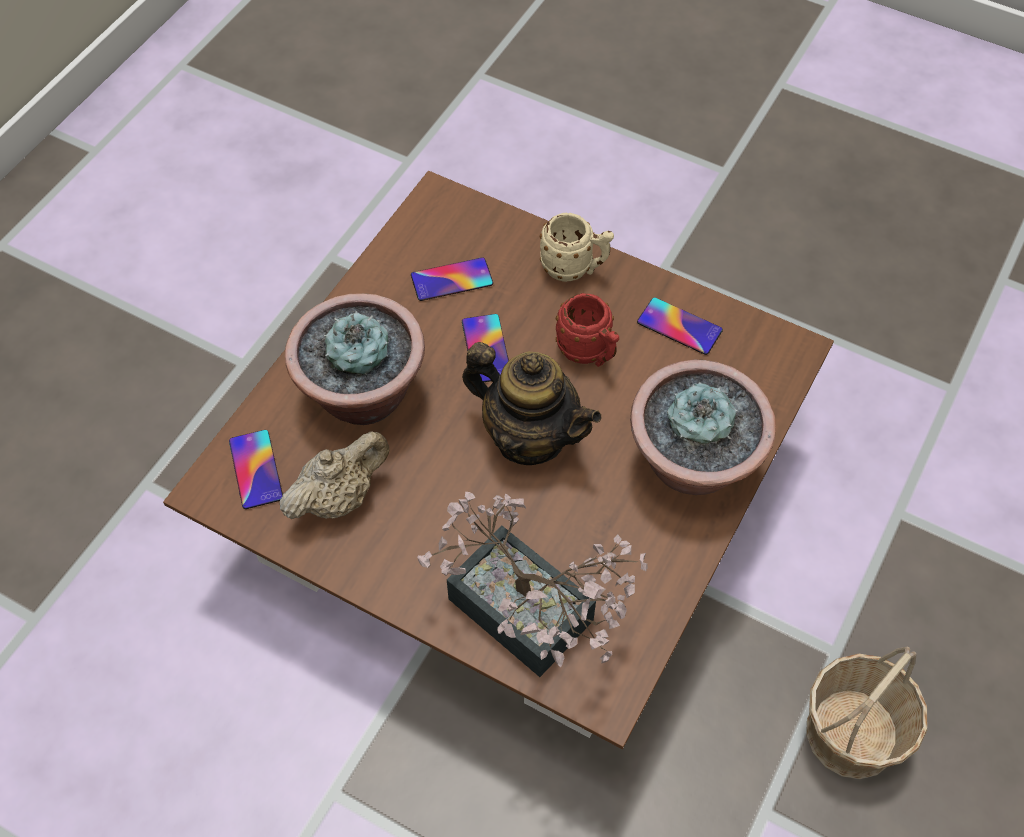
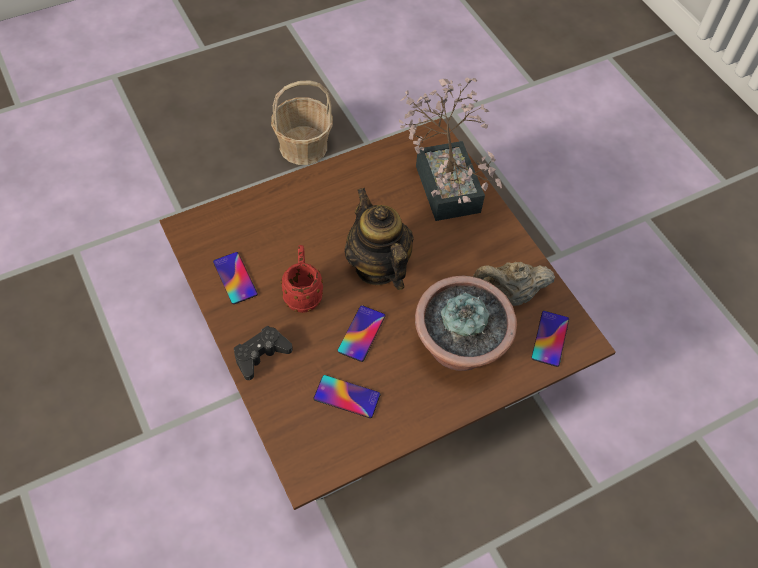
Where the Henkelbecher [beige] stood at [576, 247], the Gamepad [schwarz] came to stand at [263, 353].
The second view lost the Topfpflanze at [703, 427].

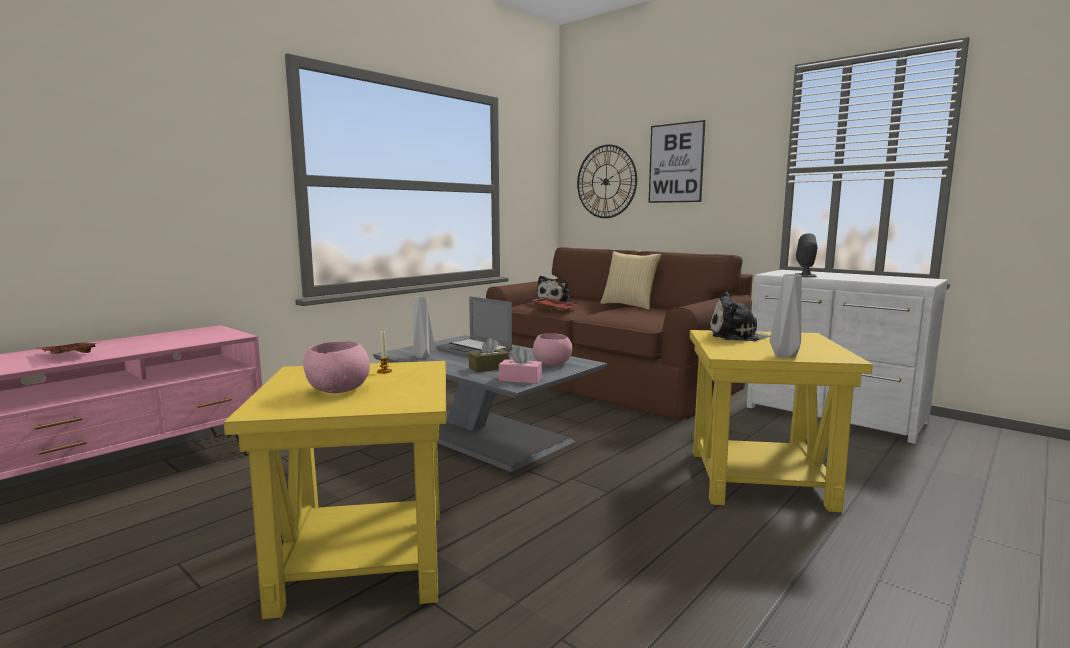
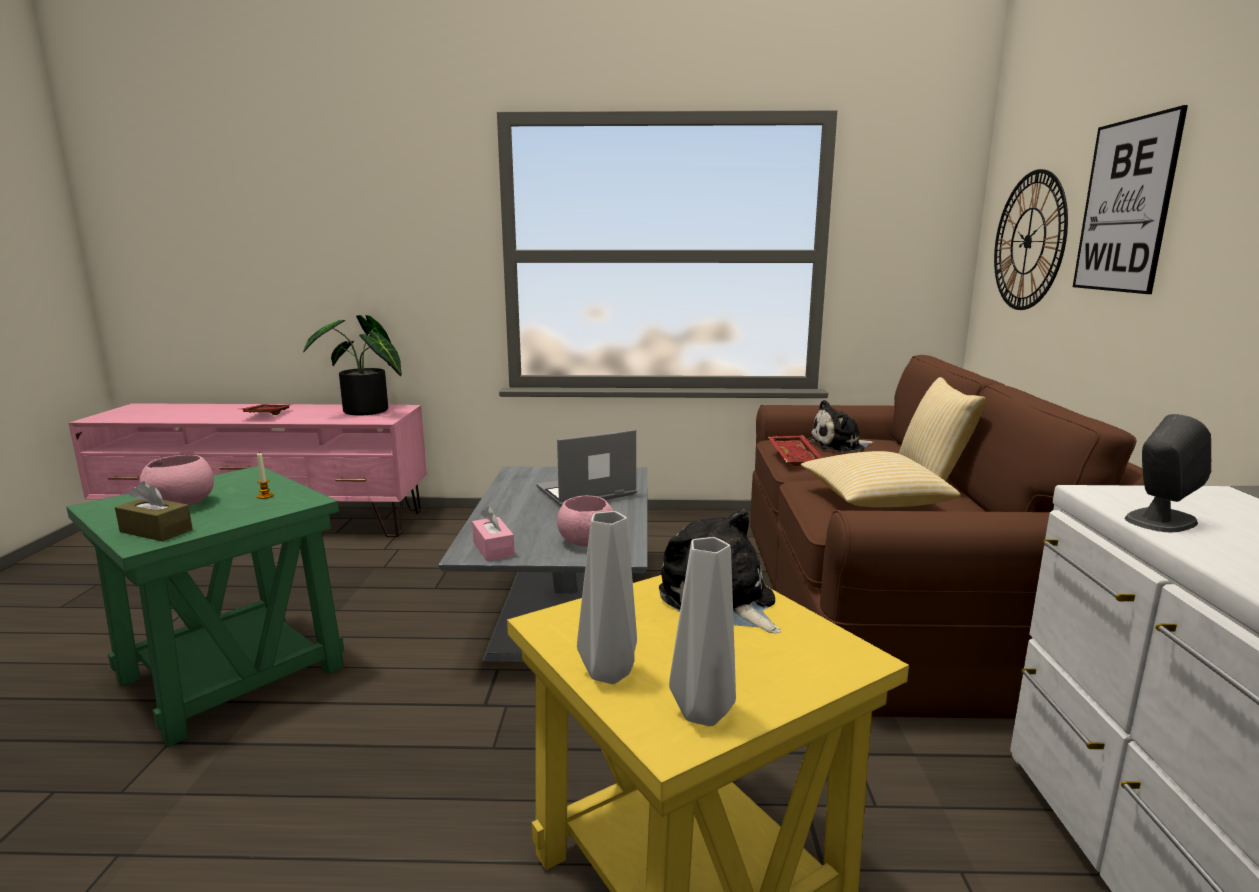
What was the Beistelltisch [gelb] at [335, 490] turned into the Beistelltisch [grün] at [205, 606].
The Vase [grau] ended up elsewhere, having gone from [424, 327] to [702, 631].
The Laptop at [474, 326] ended up facing another way, 60 degrees clockwise from before.
The Taschentuchbox [braun] ended up elsewhere, having gone from [489, 355] to [154, 511].
The second view gained the Topfpflanze at [353, 365].
The second view gained the Kissen at [881, 479].

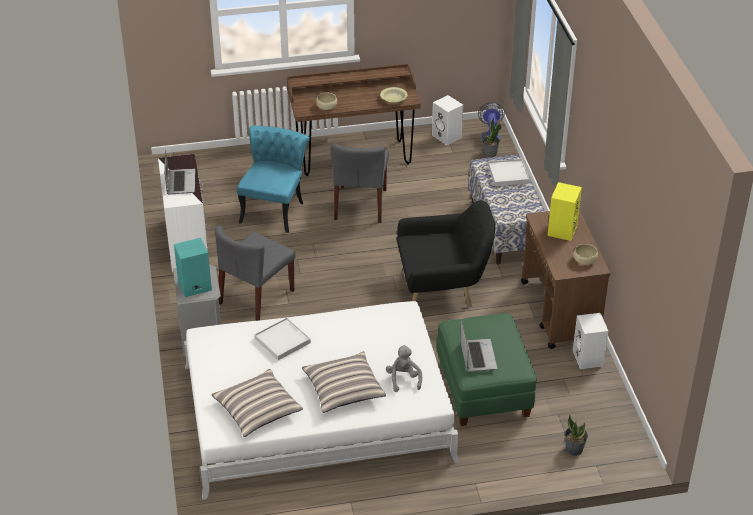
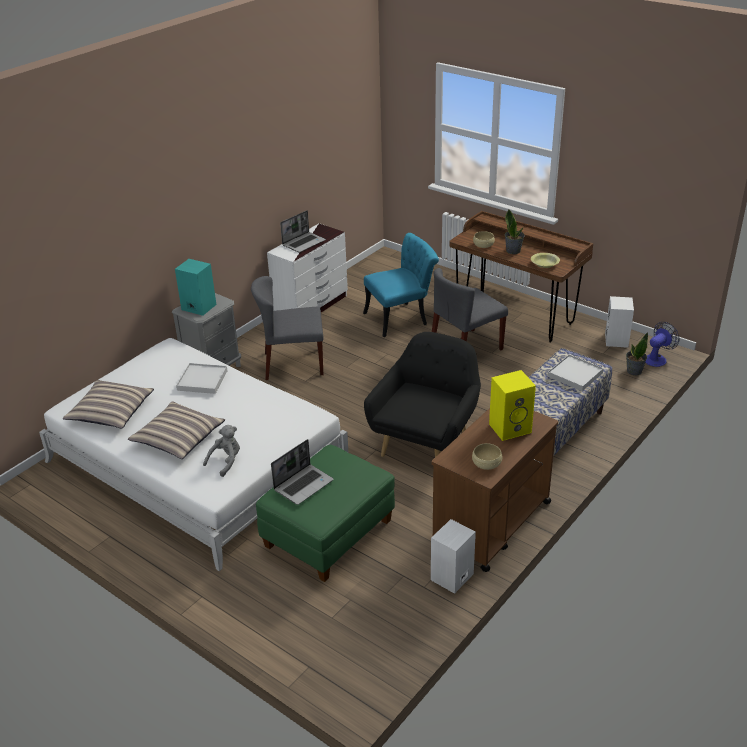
The Sessel [schwarz] at [445, 254] ended up facing another way, 105 degrees counterclockwise from before.
The Topfpflanze ended up elsewhere, having gone from [576, 435] to [515, 232].

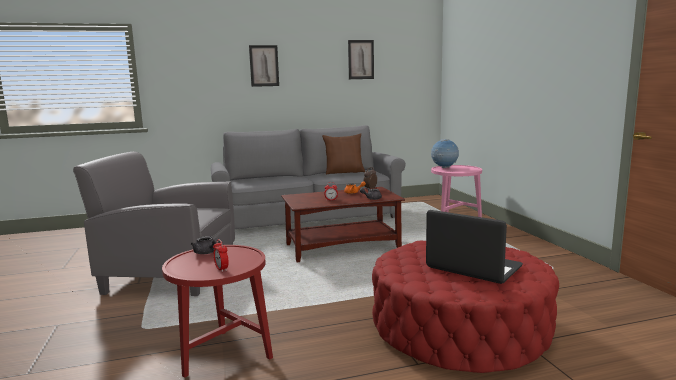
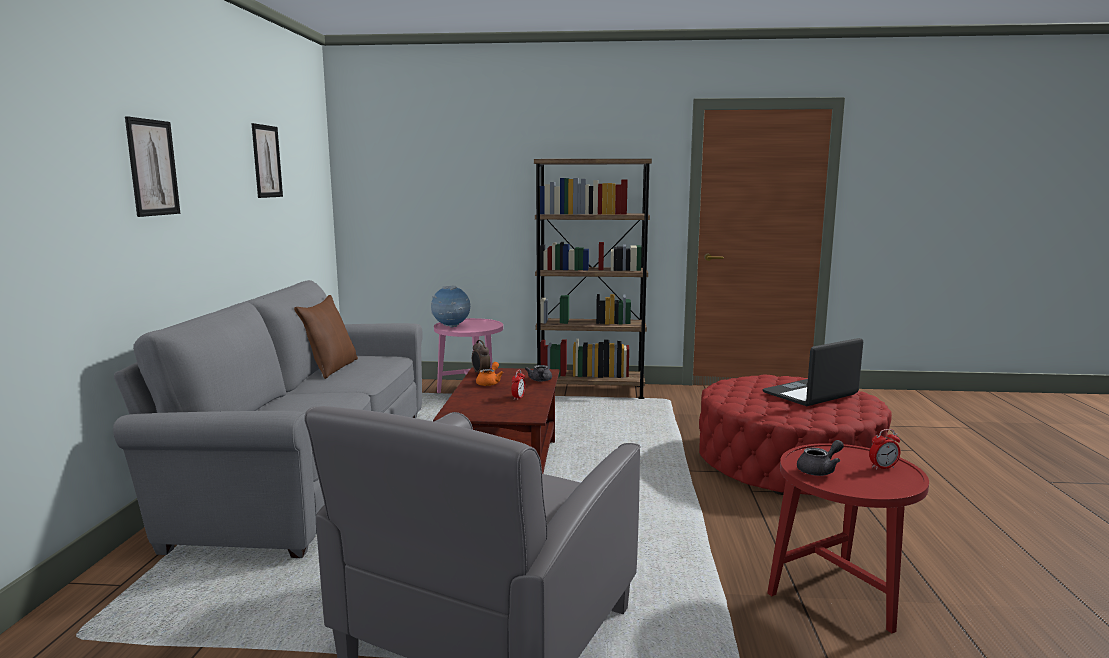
The second view gained the Bücherregal [braun] at [593, 279].

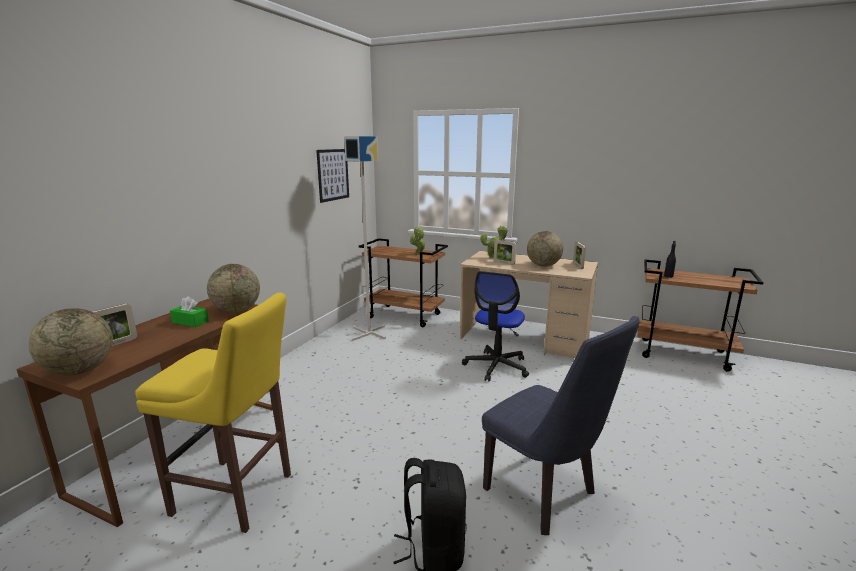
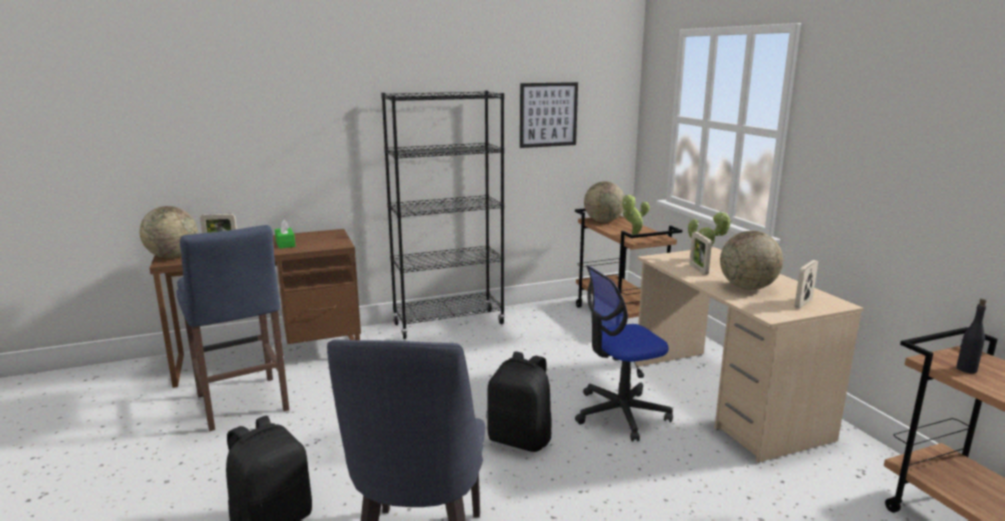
What was the Hocker [gelb] at [213, 413] turned into the Hocker [blau] at [233, 328].
The Globus ended up elsewhere, having gone from [233, 288] to [604, 201].
The second view lost the Stehlampe [grau] at [365, 238].
The second view gained the Bücherregal [schwarz] at [443, 215].
The second view gained the Rucksack [schwarz] at [519, 402].

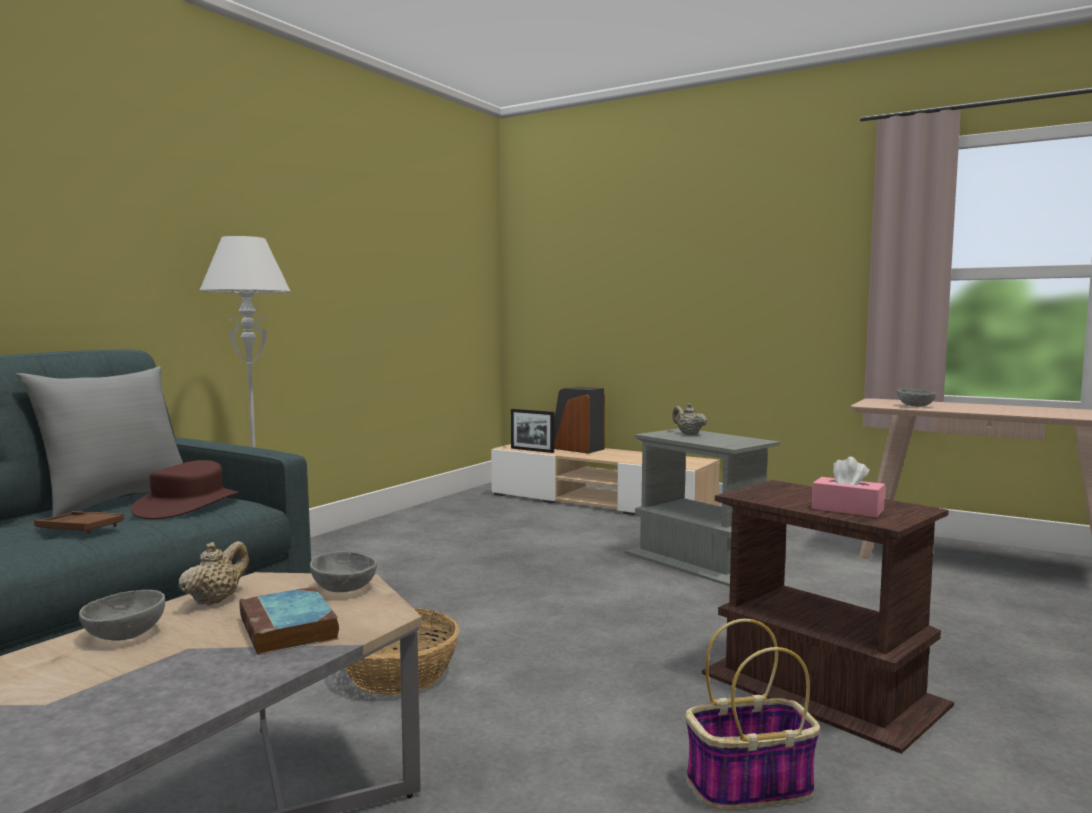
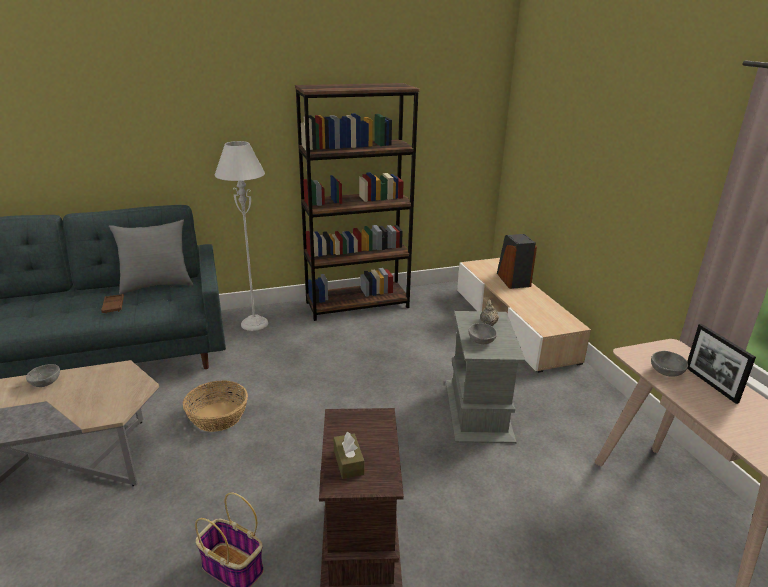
The second view lost the Hut [braun] at [185, 489].
The second view lost the Teekanne [beige] at [213, 573].
The second view lost the Buch at [289, 621].
The Schüssel [grau] ended up elsewhere, having gone from [343, 572] to [483, 333].
The Bilderrahmen ended up elsewhere, having gone from [532, 431] to [721, 364].
What was the Taschentuchbox [rosa] at [848, 486] turned into the Taschentuchbox [braun] at [348, 455].
The second view gained the Bücherregal [braun] at [357, 202].

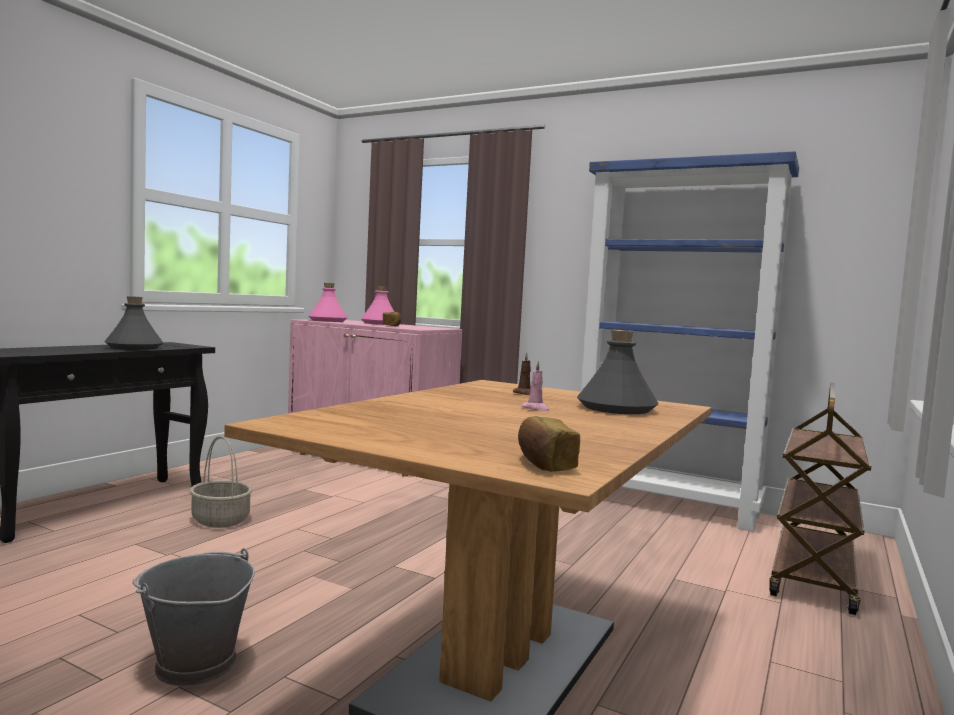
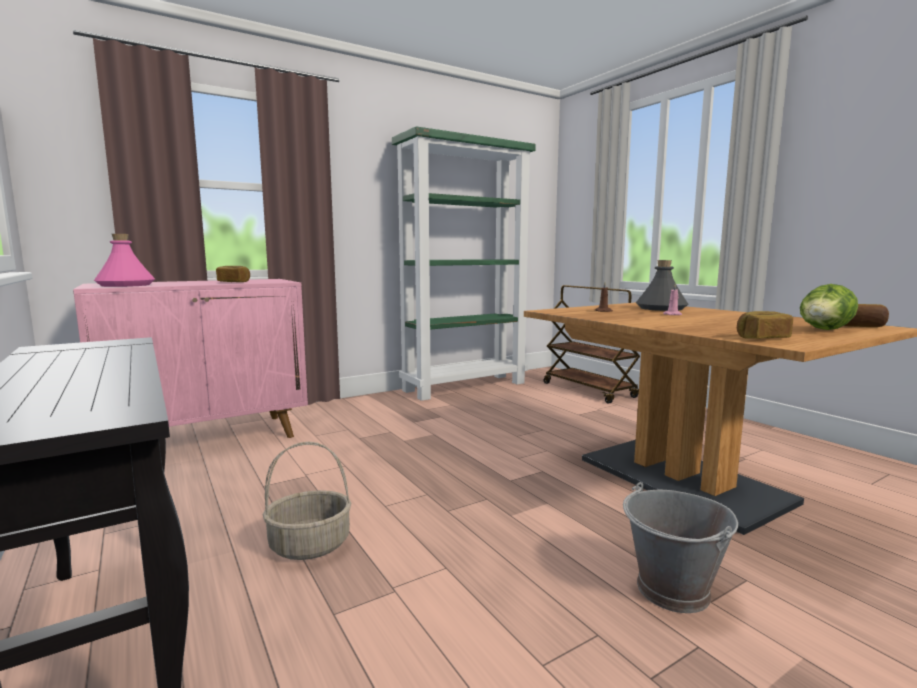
The second view lost the Flasche [grau] at [133, 323].
The second view lost the Flasche [rosa] at [377, 305].
What was the Bücherregal [blau] at [690, 341] turned into the Bücherregal [grün] at [464, 263].
The second view gained the Brot at [765, 325].
The second view gained the Salatkopf at [829, 307].

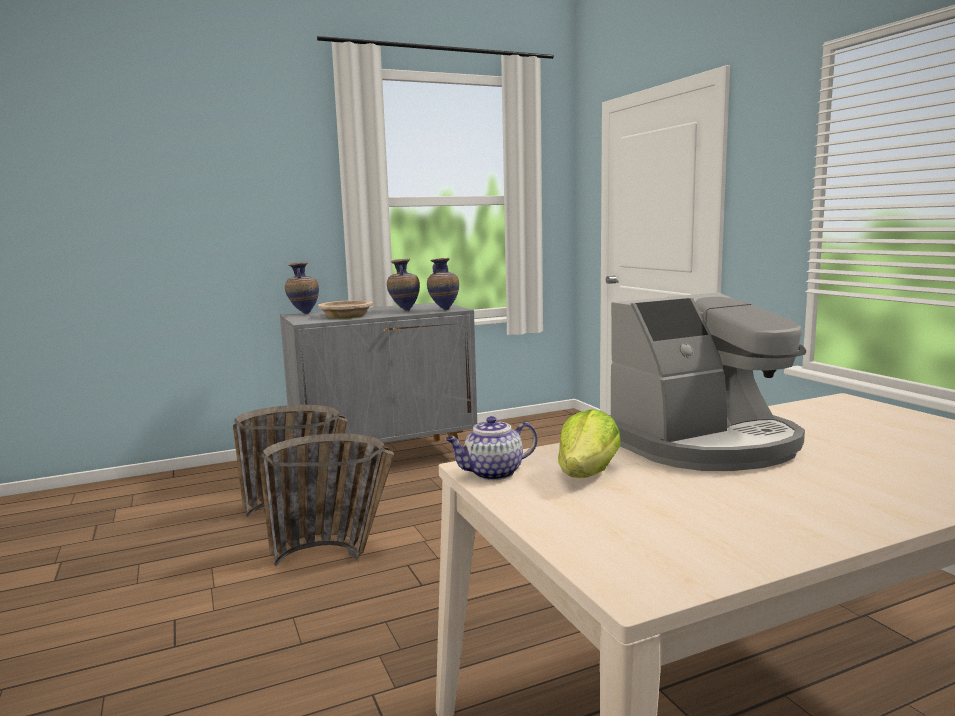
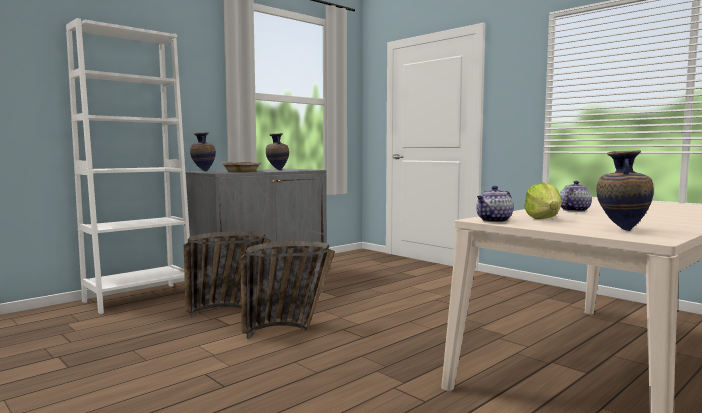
The Vase ended up elsewhere, having gone from [443, 284] to [625, 190].
Where the Kaffeemaschine stood at [707, 381], the Teekanne came to stand at [576, 196].
The second view gained the Bücherregal [weiß] at [128, 166].

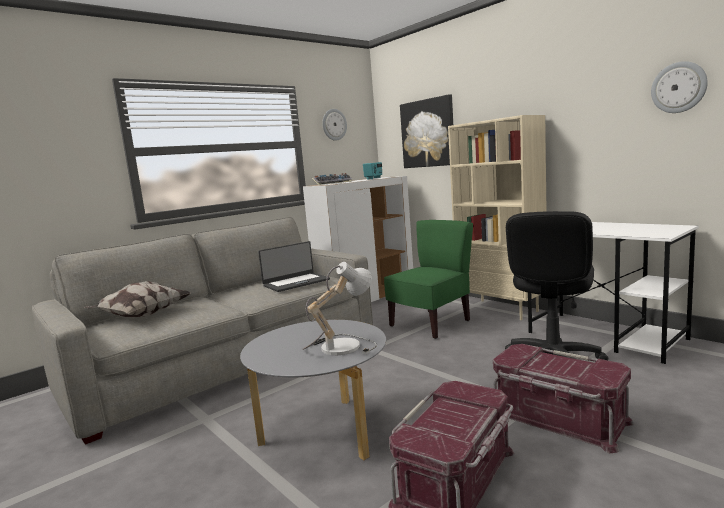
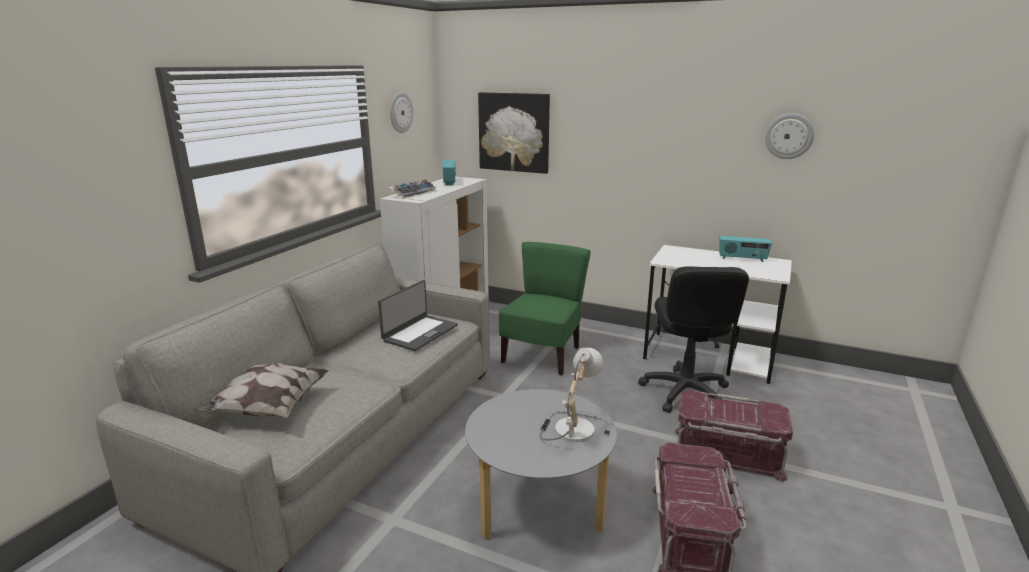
The second view lost the Bücherregal [beige] at [497, 217].
The second view gained the Radio at [745, 249].

